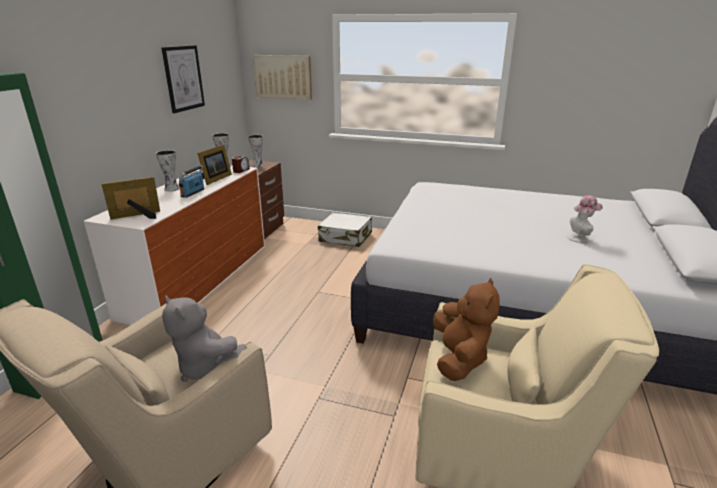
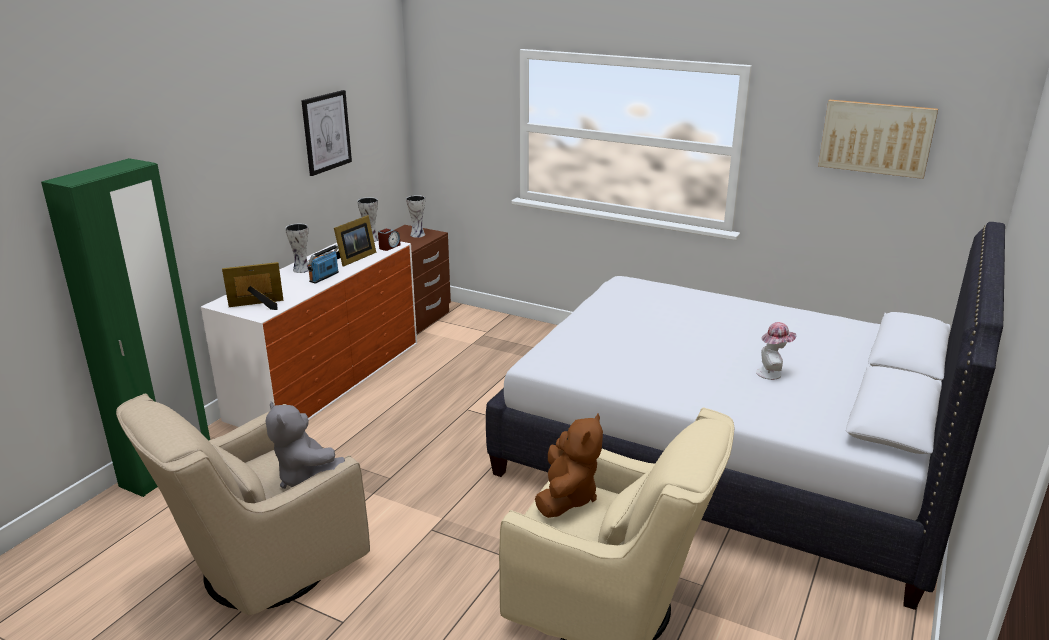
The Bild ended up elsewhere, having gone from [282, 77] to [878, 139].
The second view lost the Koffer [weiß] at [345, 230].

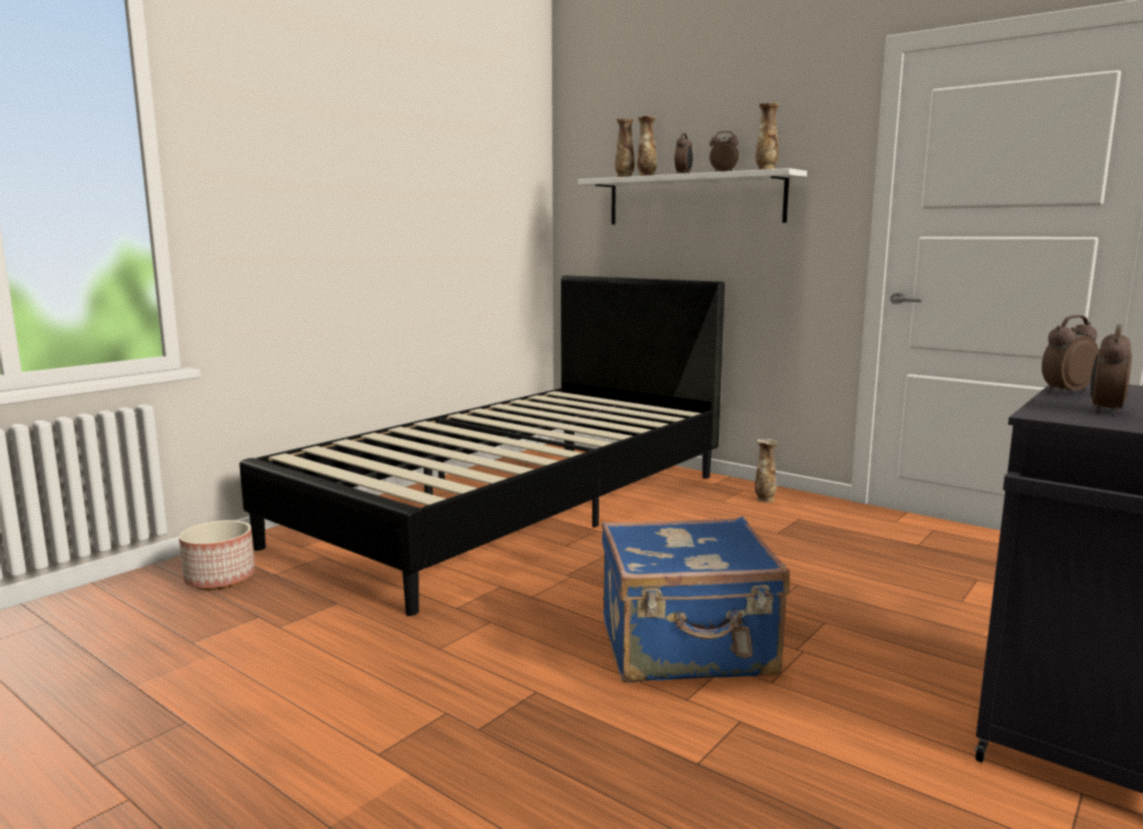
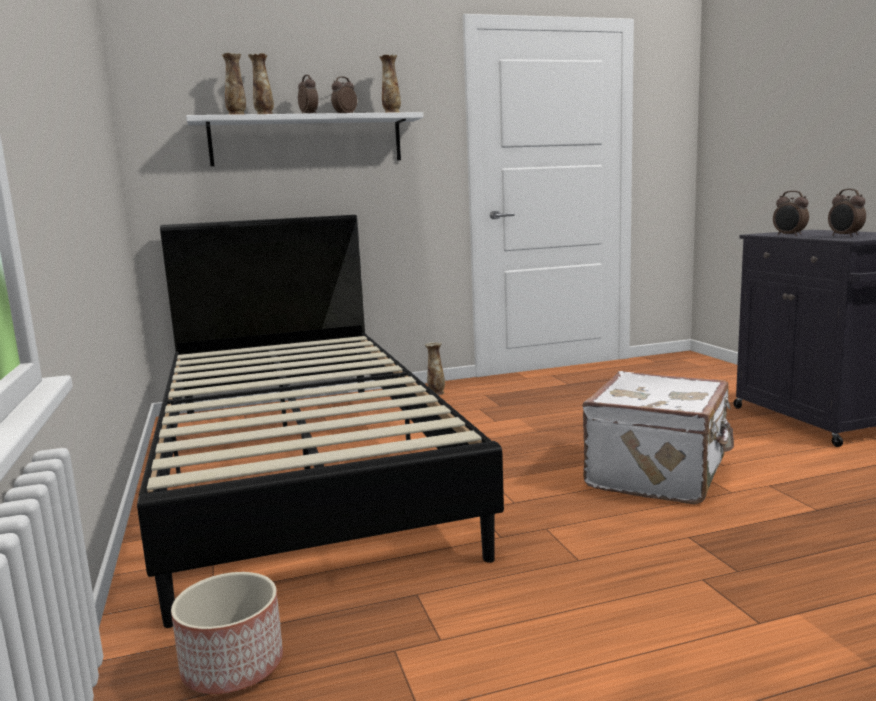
What was the Koffer [blau] at [696, 600] turned into the Koffer [weiß] at [658, 437].
The Wecker at [1070, 354] ended up facing another way, 45 degrees counterclockwise from before.

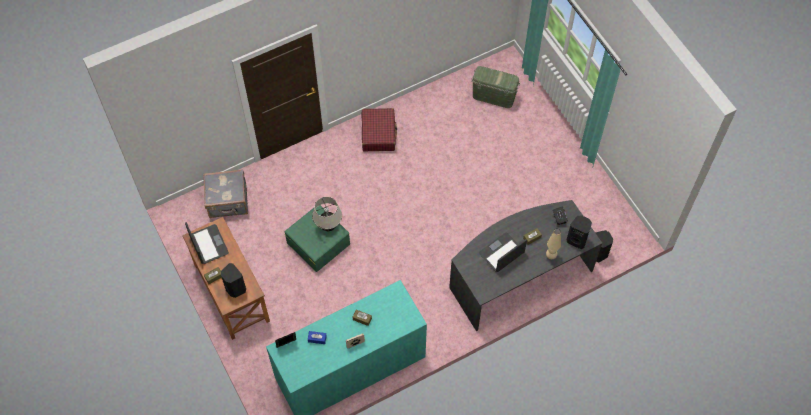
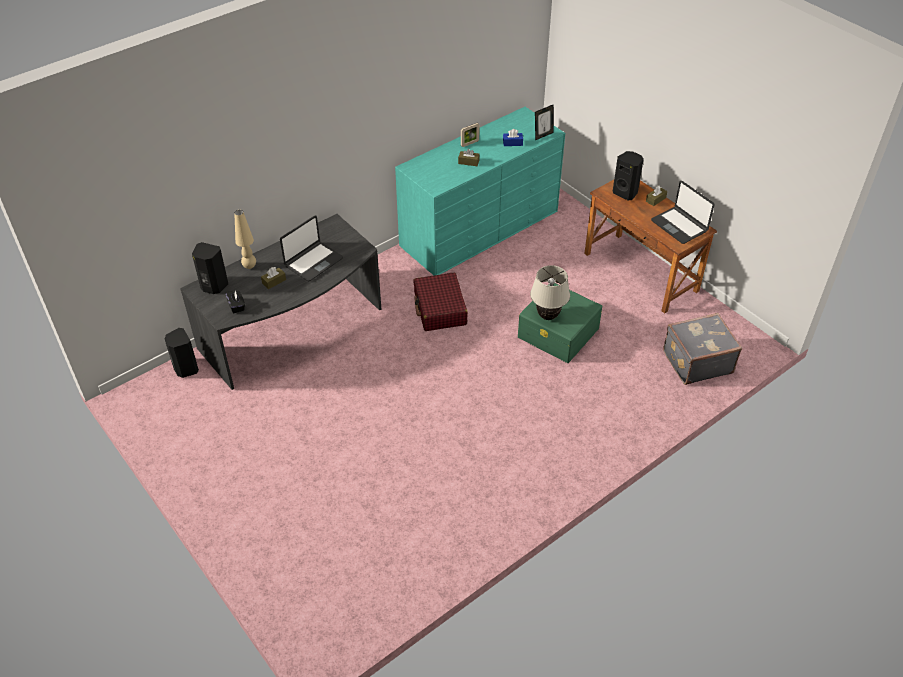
The Koffer [rot] ended up elsewhere, having gone from [379, 129] to [440, 302].
The second view lost the Aufbewahrungsbox [grün] at [495, 87].

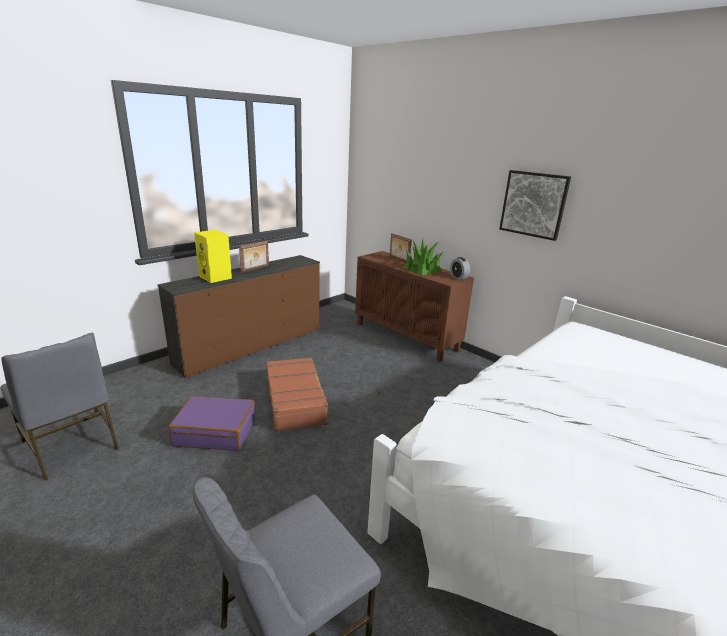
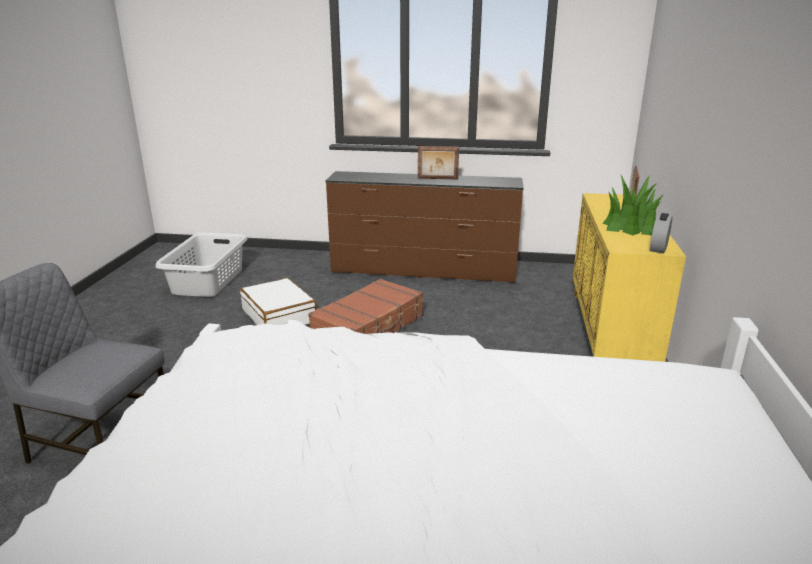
Where the Stuhl [grau] stood at [60, 407], the Wäschekorb [grau] came to stand at [201, 264].
What was the Koffer [lila] at [211, 423] turned into the Koffer [weiß] at [278, 301].
The second view lost the Lautsprecher [gelb] at [213, 256].
What was the Schrank [braun] at [414, 306] turned into the Schrank [gelb] at [629, 277].
The second view lost the Bild at [535, 205].

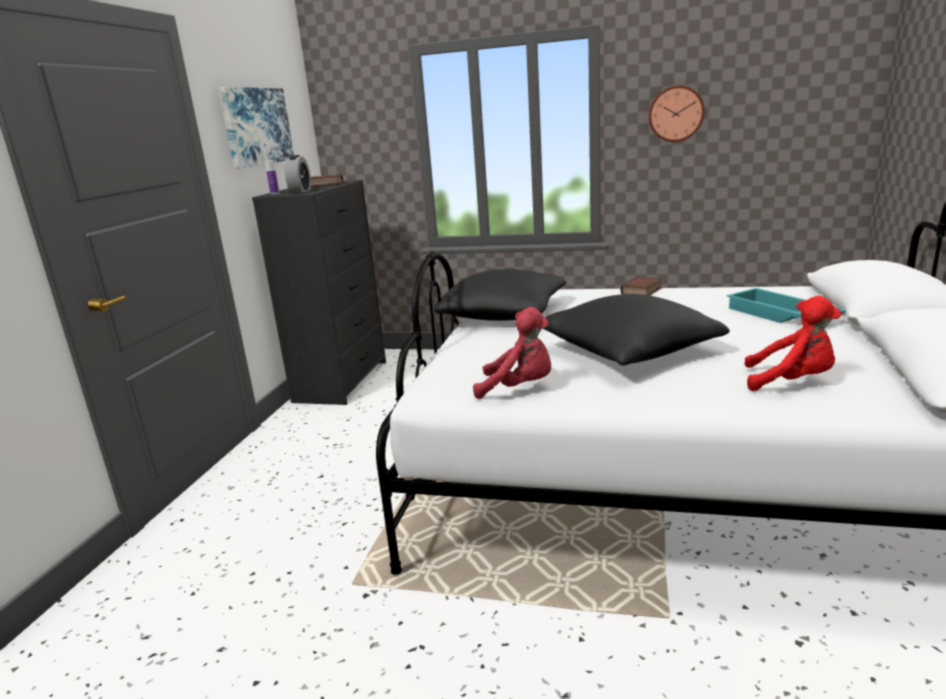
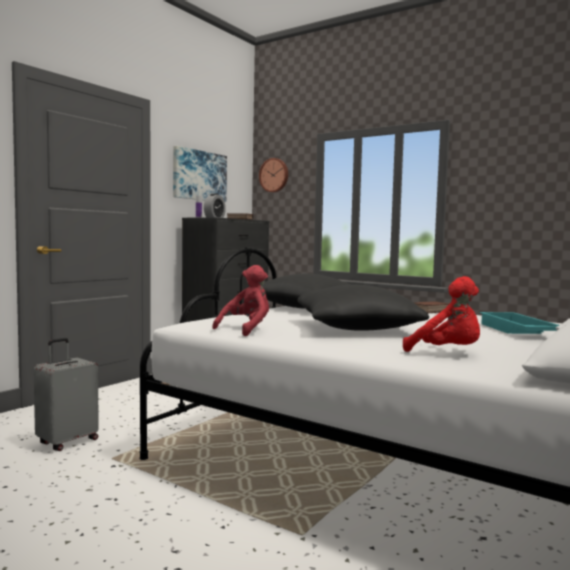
The Plüschtier [rot] at [512, 353] ended up facing another way, 90 degrees counterclockwise from before.
The Wanduhr ended up elsewhere, having gone from [677, 113] to [273, 175].
The second view gained the Koffer [grau] at [66, 394].

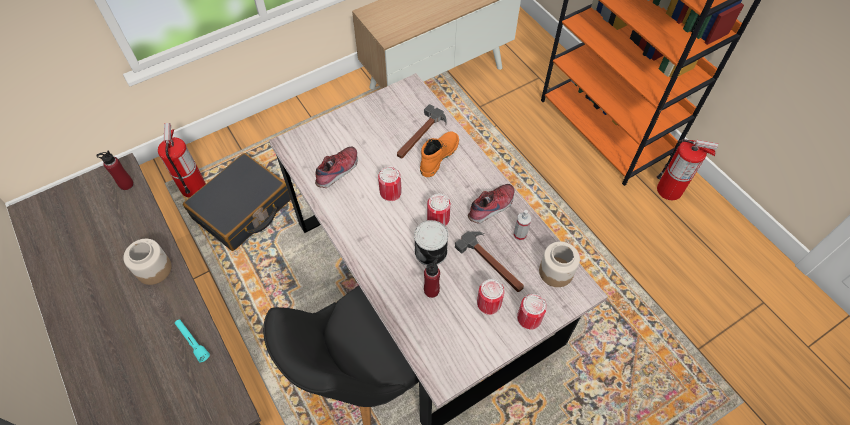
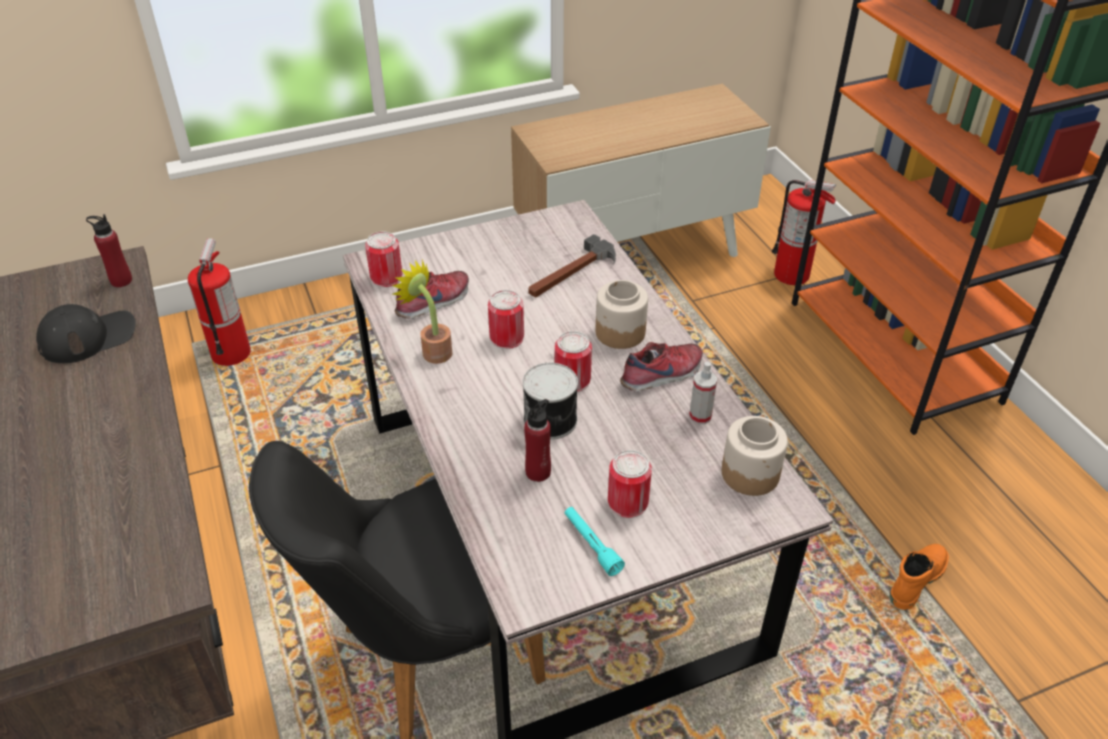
The Vorratsglas ended up elsewhere, having gone from [147, 262] to [621, 314].
The Taschenlampe [türkis] ended up elsewhere, having gone from [192, 340] to [595, 541].
The second view lost the Koffer [schwarz] at [237, 202].
The Stiefel [orange] ended up elsewhere, having gone from [439, 154] to [919, 577].
The second view lost the Hammer at [489, 261].
The Dose ended up elsewhere, having gone from [532, 312] to [383, 259].
The Feuerlöscher ended up elsewhere, having gone from [687, 169] to [804, 232].
The second view gained the Kappe [schwarz] at [86, 333].
The second view gained the Topfpflanze at [422, 311].

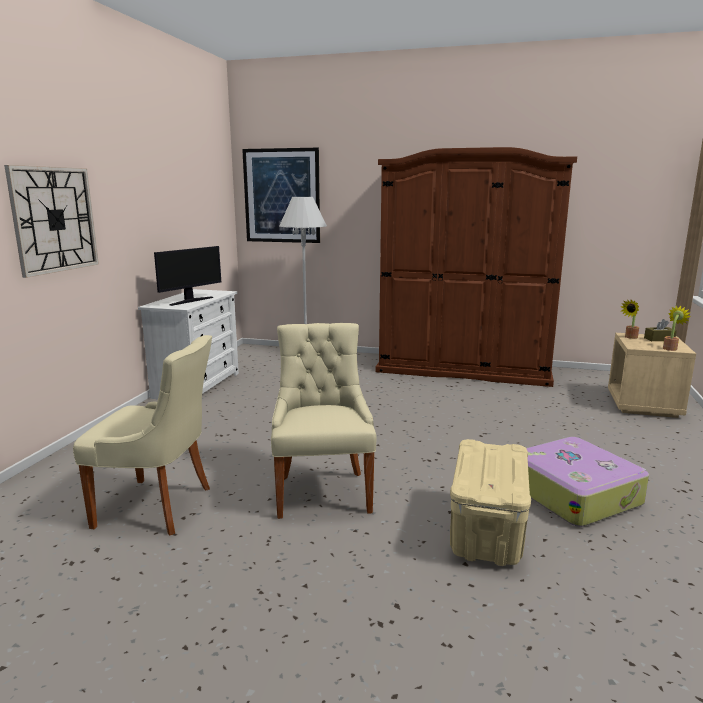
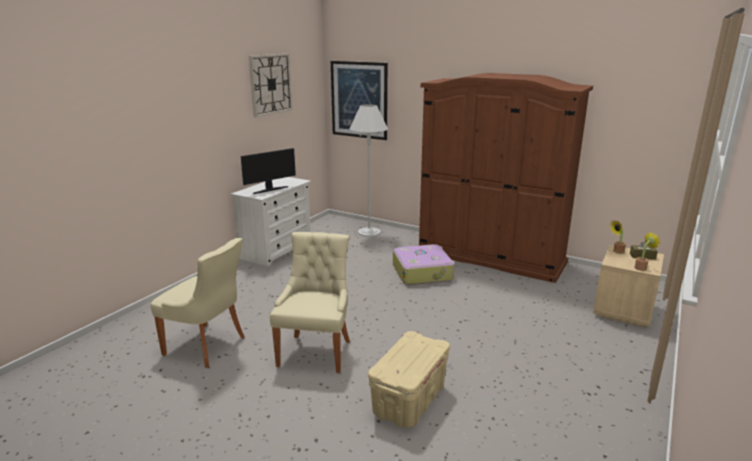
The Wanduhr ended up elsewhere, having gone from [51, 221] to [270, 85].
The Koffer ended up elsewhere, having gone from [587, 482] to [424, 264].

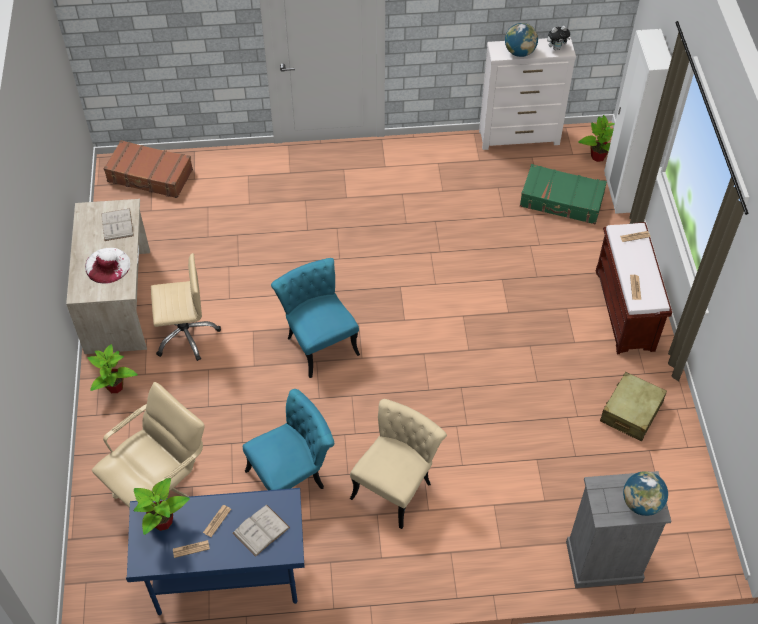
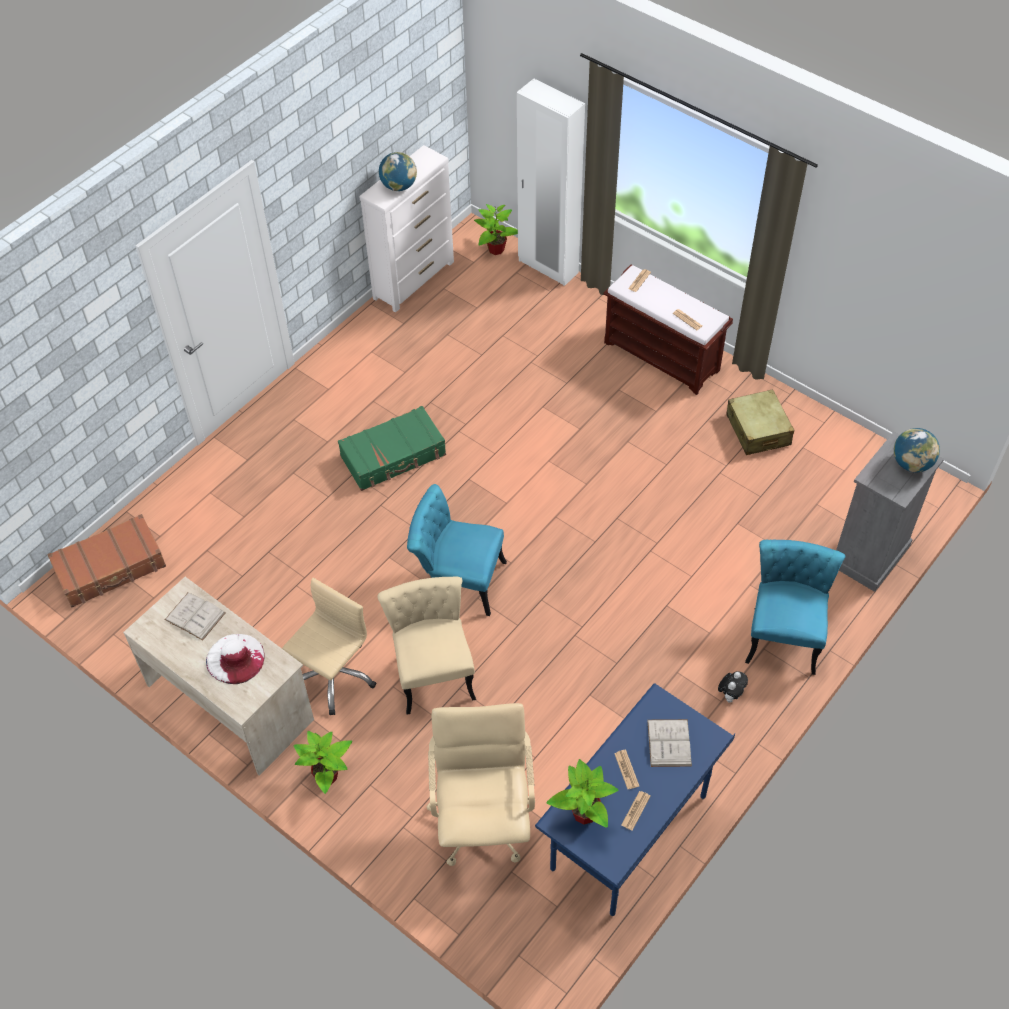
The Stuhl [türkis] ended up elsewhere, having gone from [288, 439] to [795, 607].
The Stuhl [beige] ended up elsewhere, having gone from [398, 464] to [426, 646].
The Koffer [grün] ended up elsewhere, having gone from [563, 194] to [392, 448].
The Plüschtier ended up elsewhere, having gone from [559, 38] to [733, 687].

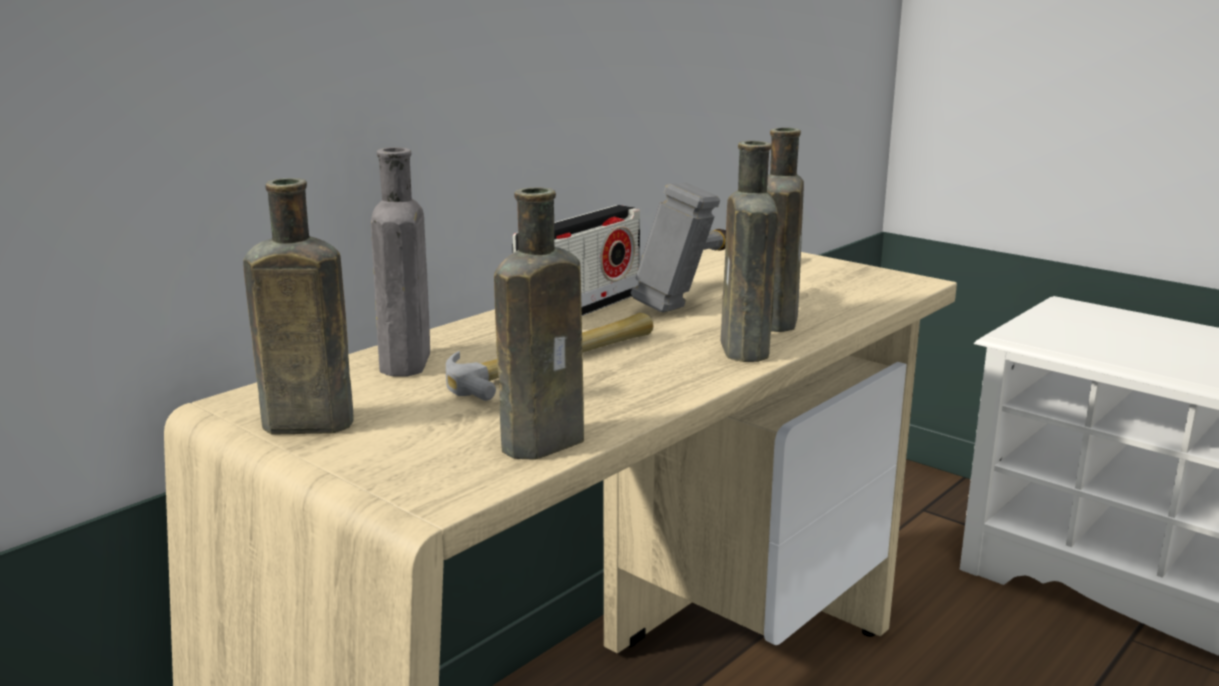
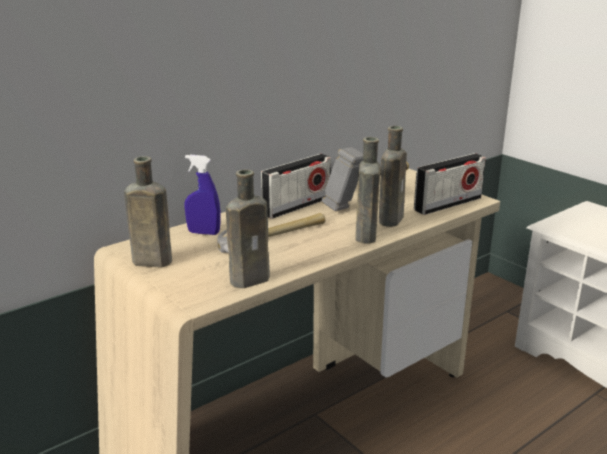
Where the Flasche [grau] stood at [400, 261], the Sprühflasche [blau] came to stand at [202, 195].
The second view gained the Radio at [450, 184].

